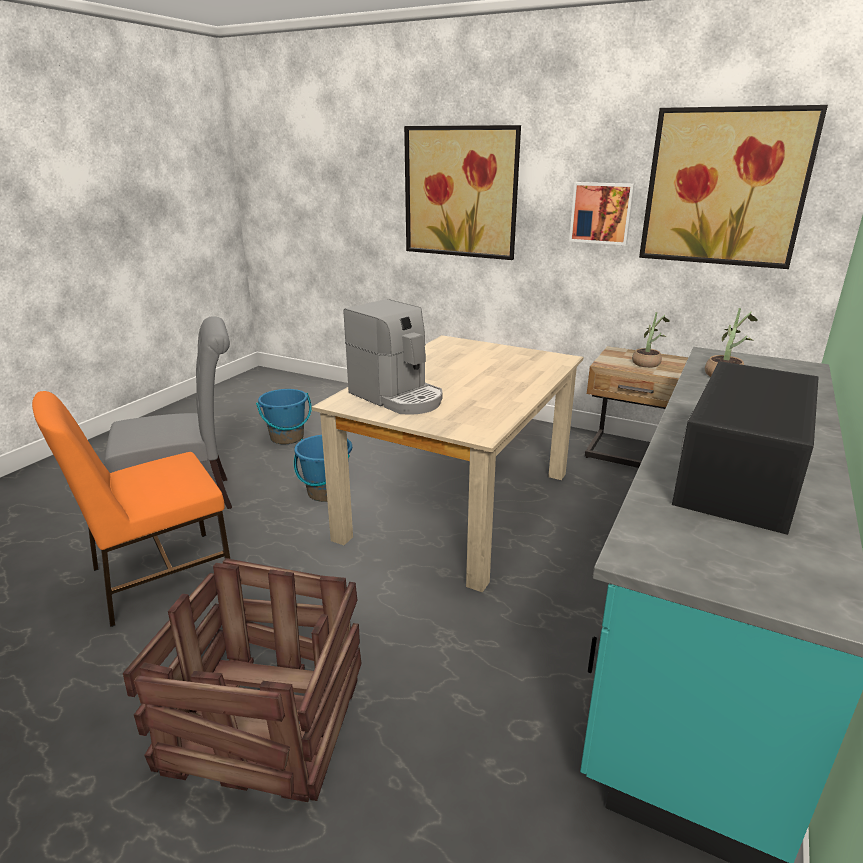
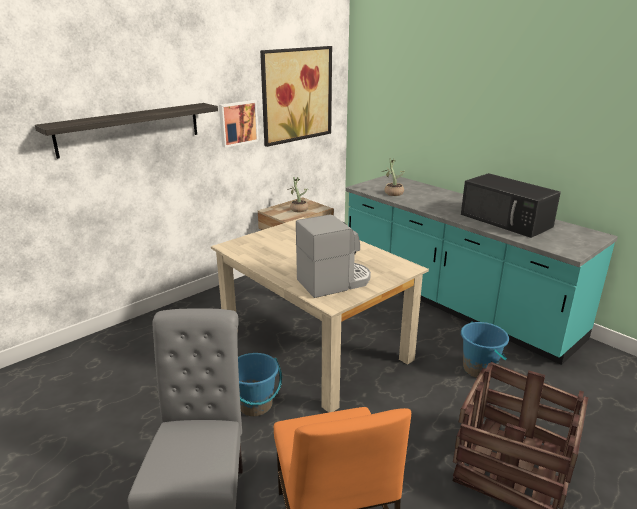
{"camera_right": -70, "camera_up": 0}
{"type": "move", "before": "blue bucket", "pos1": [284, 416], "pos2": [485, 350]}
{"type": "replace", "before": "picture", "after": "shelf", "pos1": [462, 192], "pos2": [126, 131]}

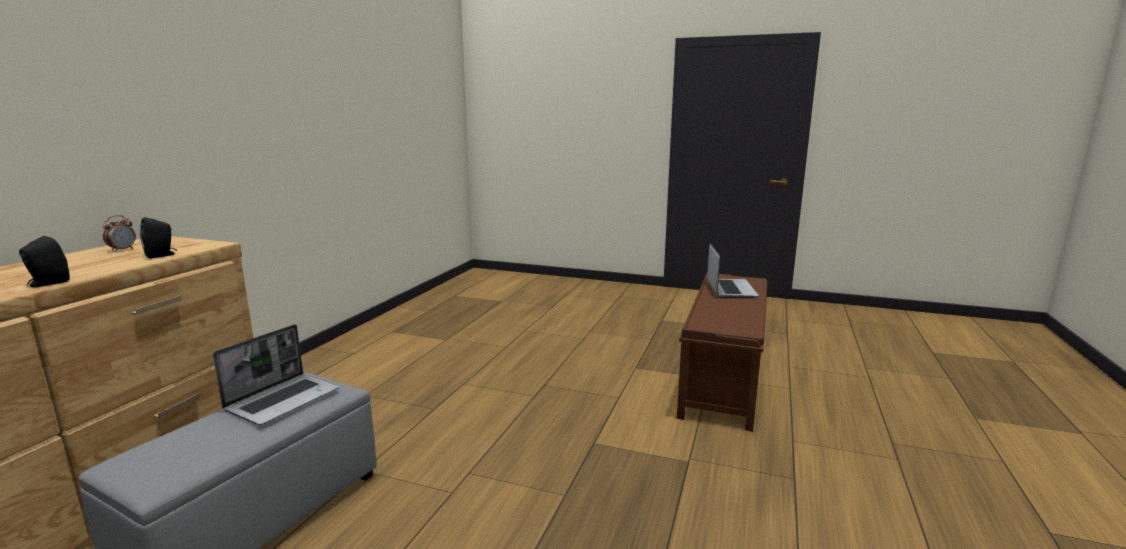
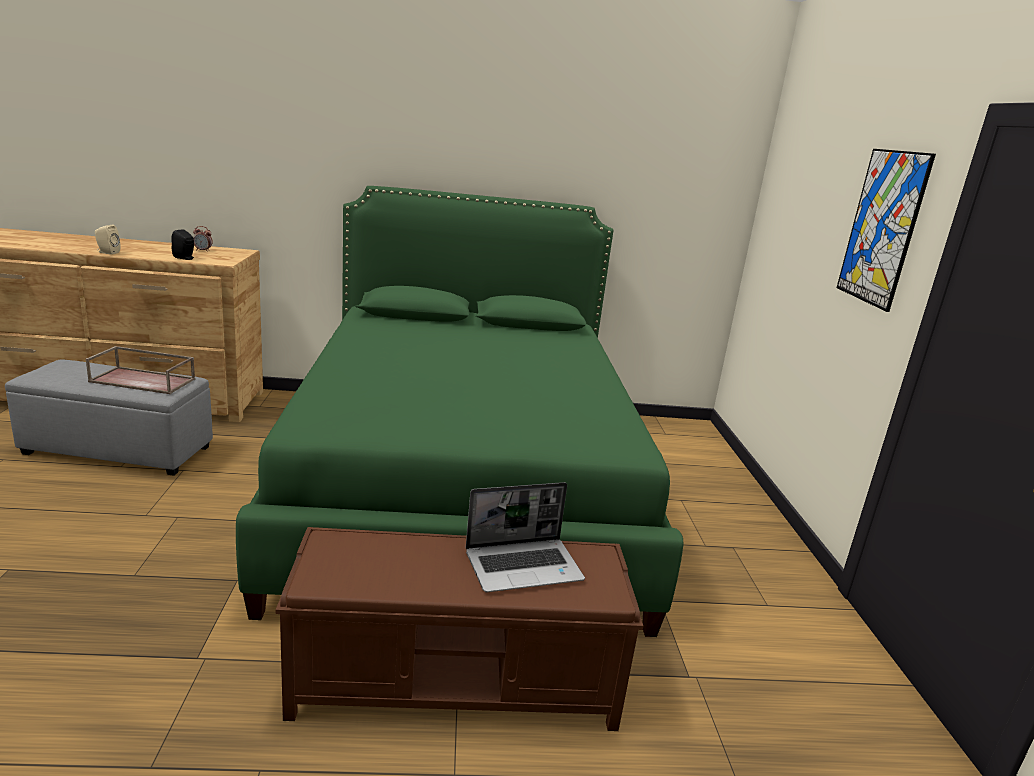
{"camera_right": 65, "camera_up": 5}
{"type": "insert", "after": "green bed", "pos2": [459, 411]}
{"type": "insert", "after": "picture", "pos2": [886, 230]}
{"type": "replace", "before": "laptop", "after": "brown tray", "pos1": [276, 374], "pos2": [140, 370]}
{"type": "recolor", "before": "black speaker", "after": "beige speaker", "pos1": [44, 261], "pos2": [107, 239]}

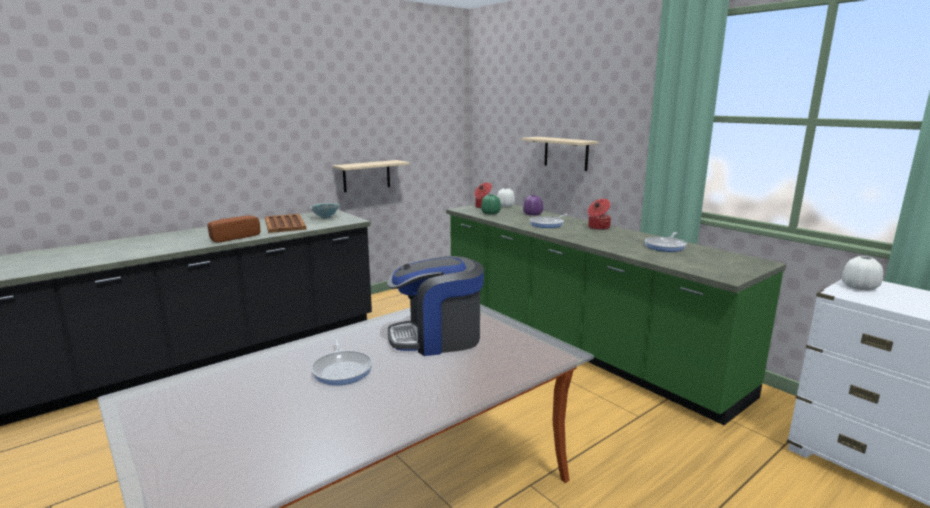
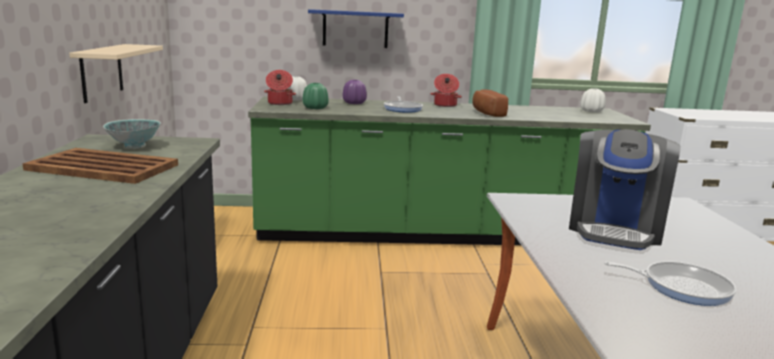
{"camera_right": -55, "camera_up": 0}
{"type": "delete", "before": "frying pan", "pos1": [666, 242]}
{"type": "move", "before": "bread", "pos1": [233, 229], "pos2": [490, 103]}
{"type": "move", "before": "white vase", "pos1": [862, 273], "pos2": [593, 100]}
{"type": "recolor", "before": "beige shelf", "after": "blue shelf", "pos1": [560, 154], "pos2": [356, 28]}

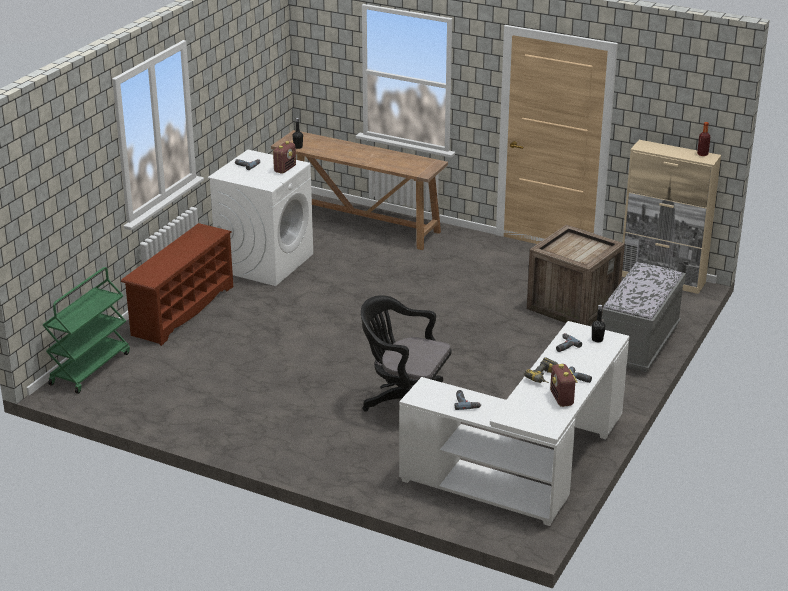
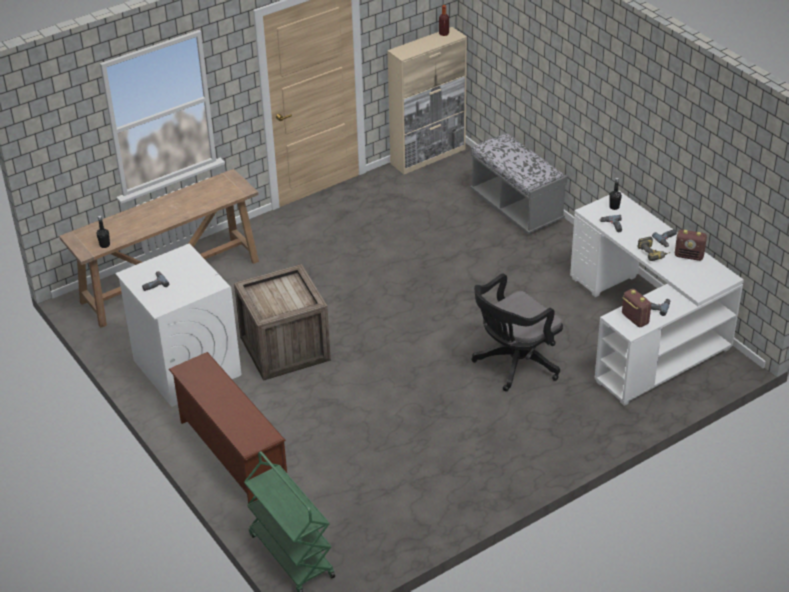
{"camera_right": -60, "camera_up": 10}
{"type": "move", "before": "radio", "pos1": [284, 157], "pos2": [636, 308]}
{"type": "move", "before": "crate", "pos1": [576, 275], "pos2": [282, 322]}

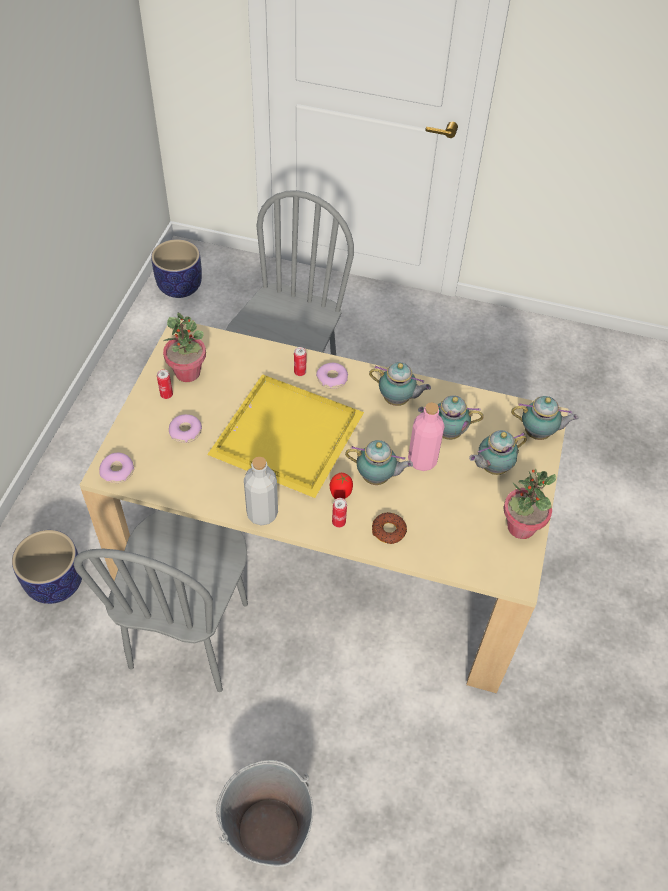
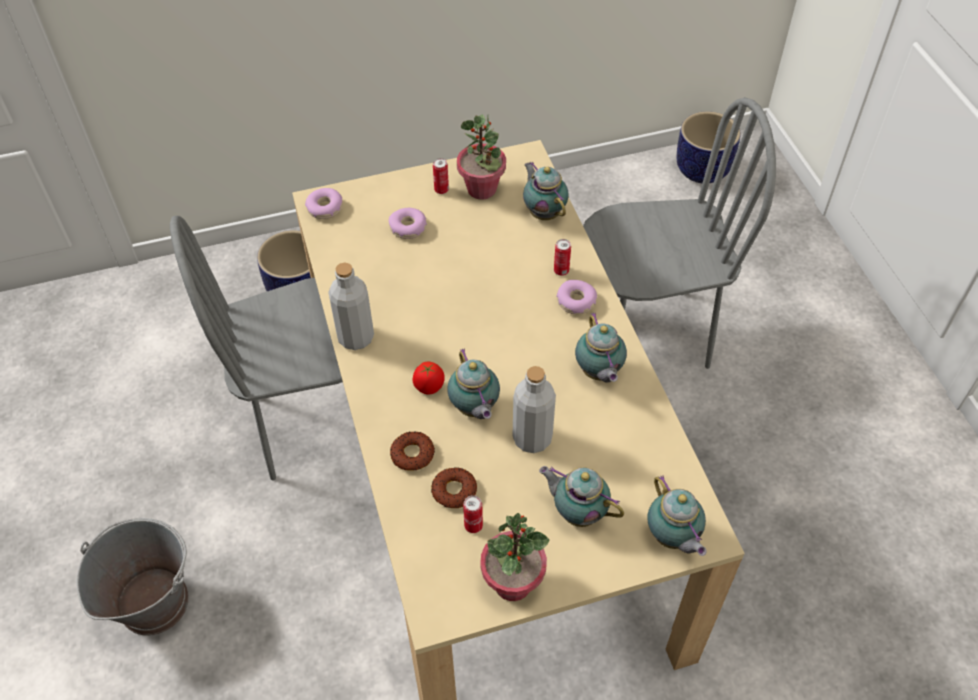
{"camera_right": 60, "camera_up": 0}
{"type": "delete", "before": "yellow tray", "pos1": [285, 436]}
{"type": "insert", "after": "donut", "pos2": [454, 487]}
{"type": "move", "before": "can", "pos1": [339, 513], "pos2": [473, 514]}
{"type": "move", "before": "teapot", "pos1": [451, 417], "pos2": [546, 190]}
{"type": "recolor", "before": "pink bottle", "after": "grey bottle", "pos1": [426, 436], "pos2": [534, 409]}

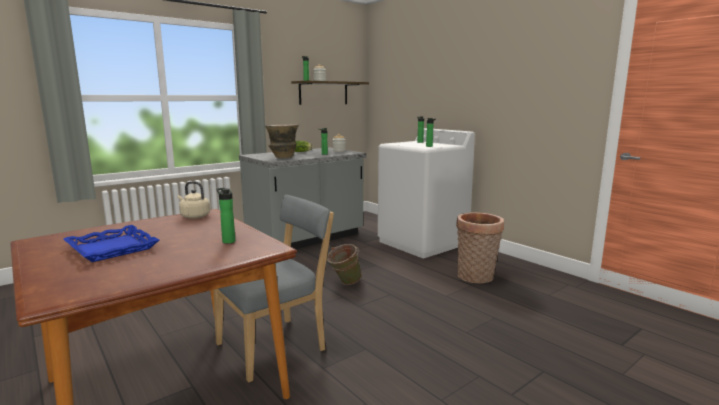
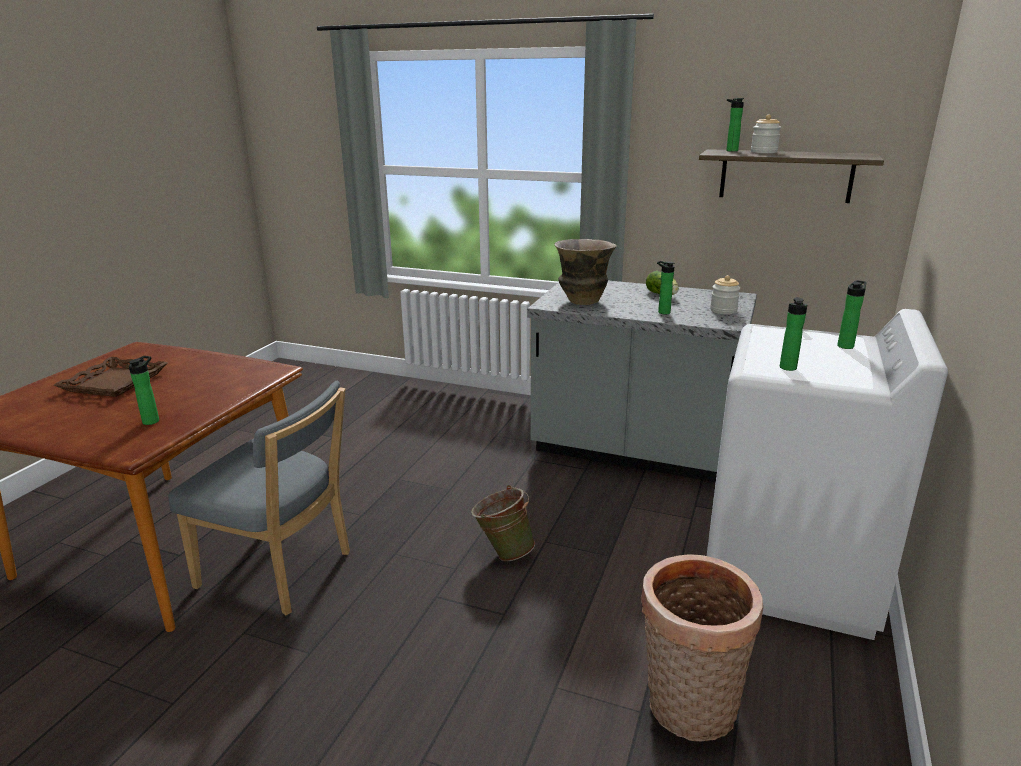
{"camera_right": 60, "camera_up": 10}
{"type": "delete", "before": "beige kettle", "pos1": [194, 200]}
{"type": "recolor", "before": "blue tray", "after": "brown tray", "pos1": [111, 243], "pos2": [110, 377]}

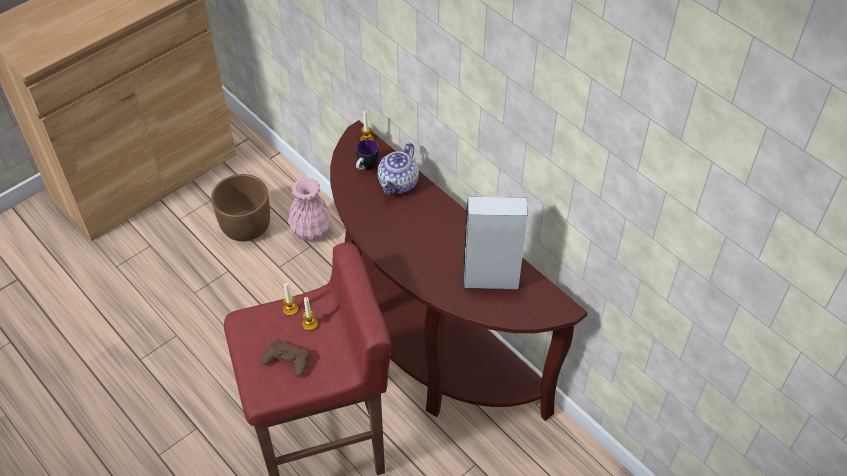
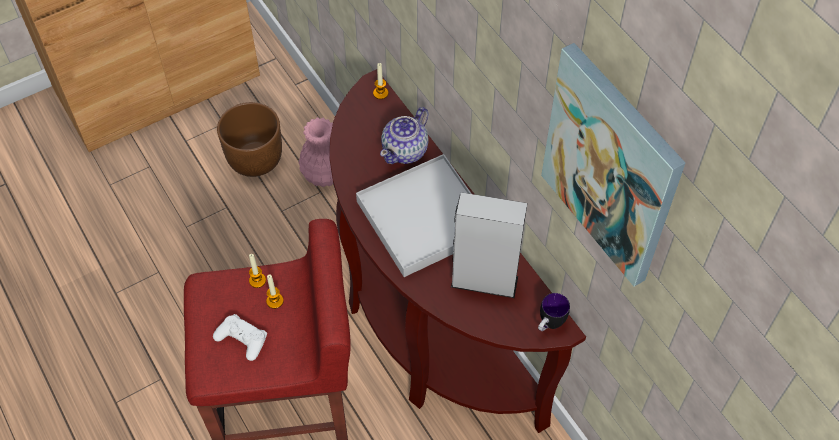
{"camera_right": 10, "camera_up": 5}
{"type": "insert", "after": "white tray", "pos2": [414, 215]}
{"type": "insert", "after": "picture", "pos2": [613, 165]}
{"type": "move", "before": "mug", "pos1": [367, 154], "pos2": [554, 312]}
{"type": "recolor", "before": "brown game controller", "after": "white game controller", "pos1": [285, 358], "pos2": [240, 337]}

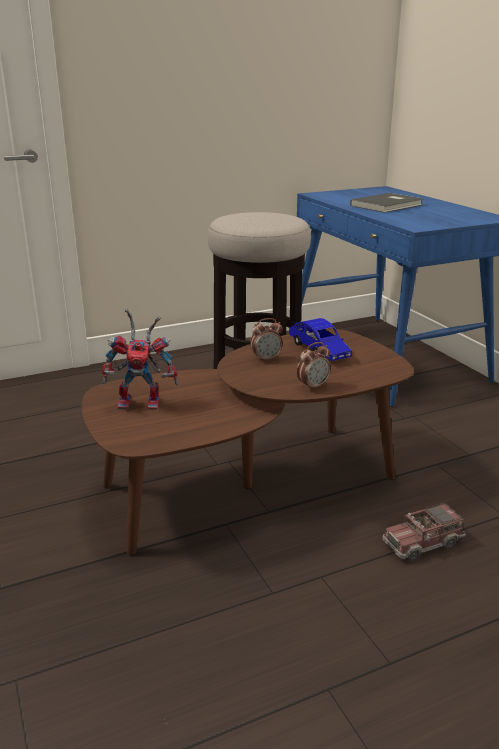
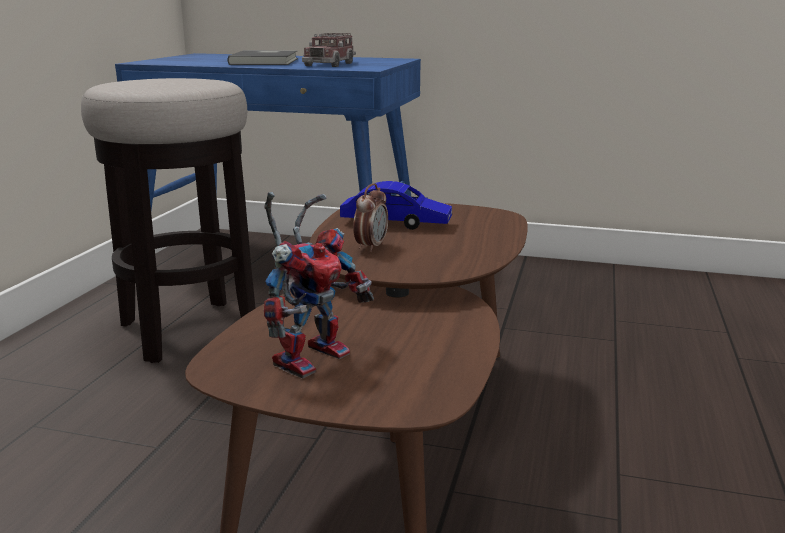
{"camera_right": -50, "camera_up": -5}
{"type": "delete", "before": "alarm clock", "pos1": [314, 366]}
{"type": "move", "before": "toy truck", "pos1": [424, 531], "pos2": [329, 50]}

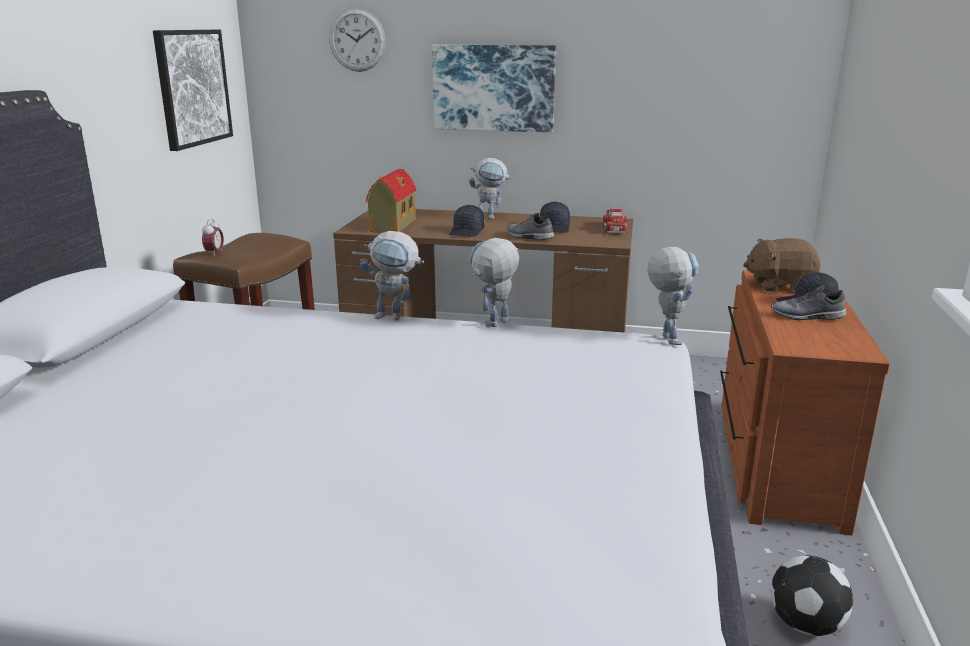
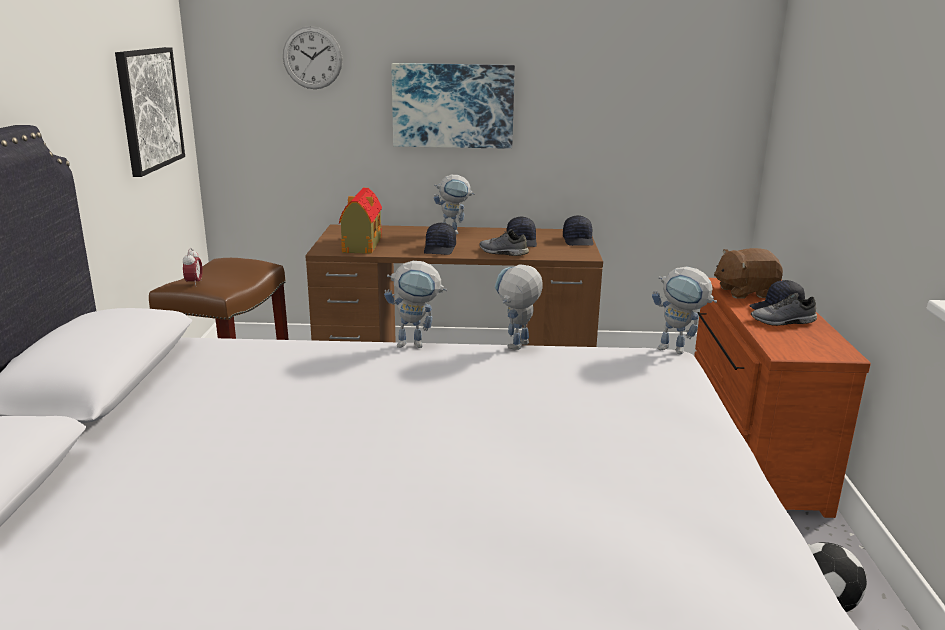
{"camera_right": -10, "camera_up": 0}
{"type": "replace", "before": "toy truck", "after": "black cap", "pos1": [614, 221], "pos2": [578, 230]}
{"type": "rotate", "before": "toy robot", "pos1": [673, 296], "pos2": [684, 310], "turn": 135}

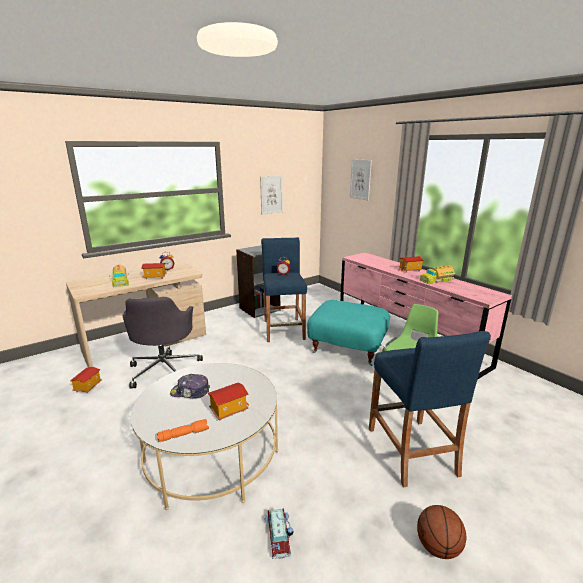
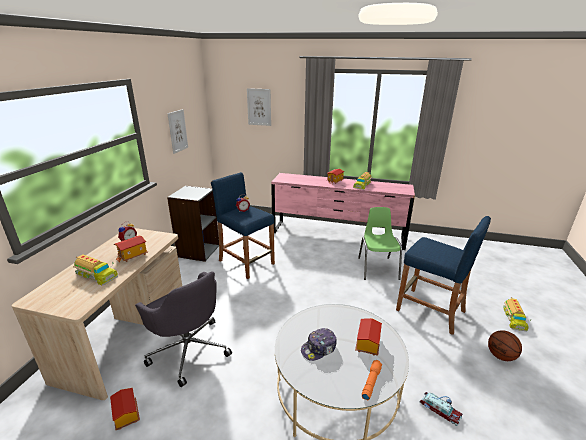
{"camera_right": -40, "camera_up": 5}
{"type": "delete", "before": "turquoise ottoman", "pos1": [348, 333]}
{"type": "insert", "after": "toy truck", "pos2": [517, 314]}

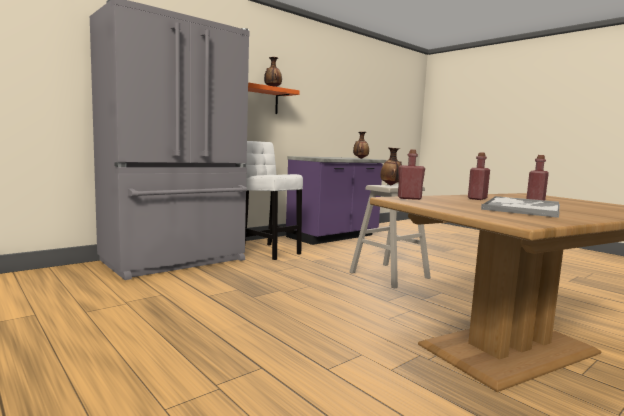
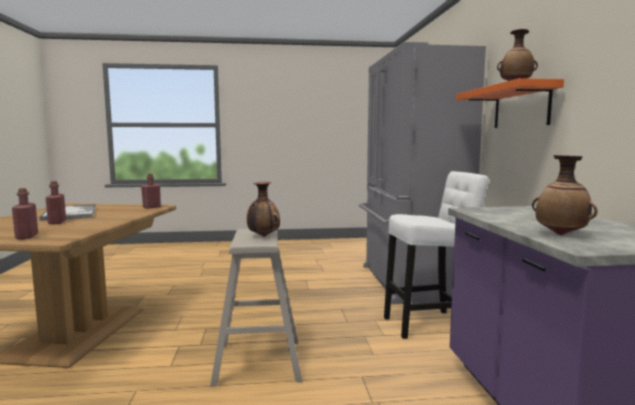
{"camera_right": 125, "camera_up": 0}
{"type": "move", "before": "red bottle", "pos1": [479, 176], "pos2": [25, 213]}

